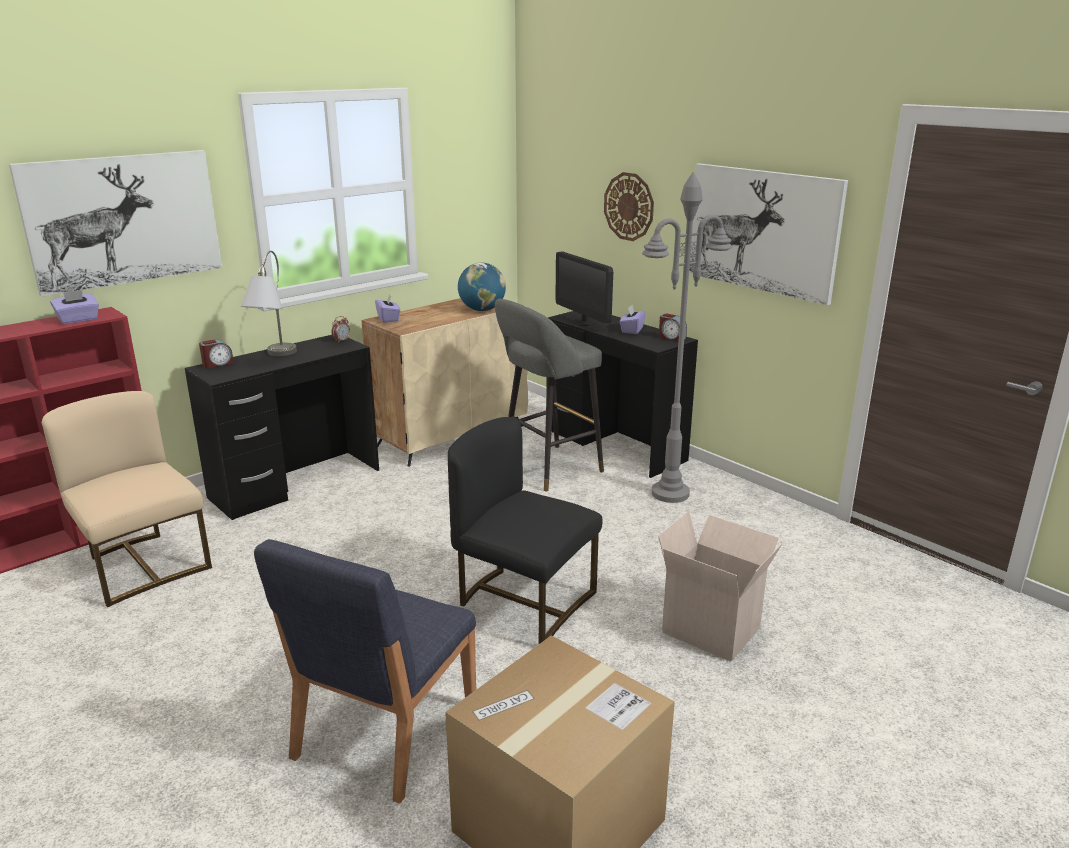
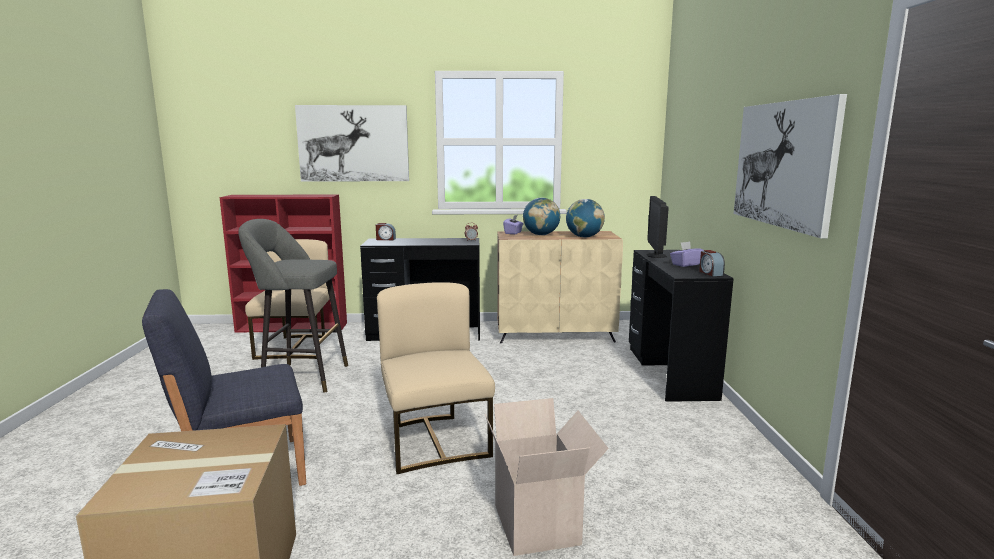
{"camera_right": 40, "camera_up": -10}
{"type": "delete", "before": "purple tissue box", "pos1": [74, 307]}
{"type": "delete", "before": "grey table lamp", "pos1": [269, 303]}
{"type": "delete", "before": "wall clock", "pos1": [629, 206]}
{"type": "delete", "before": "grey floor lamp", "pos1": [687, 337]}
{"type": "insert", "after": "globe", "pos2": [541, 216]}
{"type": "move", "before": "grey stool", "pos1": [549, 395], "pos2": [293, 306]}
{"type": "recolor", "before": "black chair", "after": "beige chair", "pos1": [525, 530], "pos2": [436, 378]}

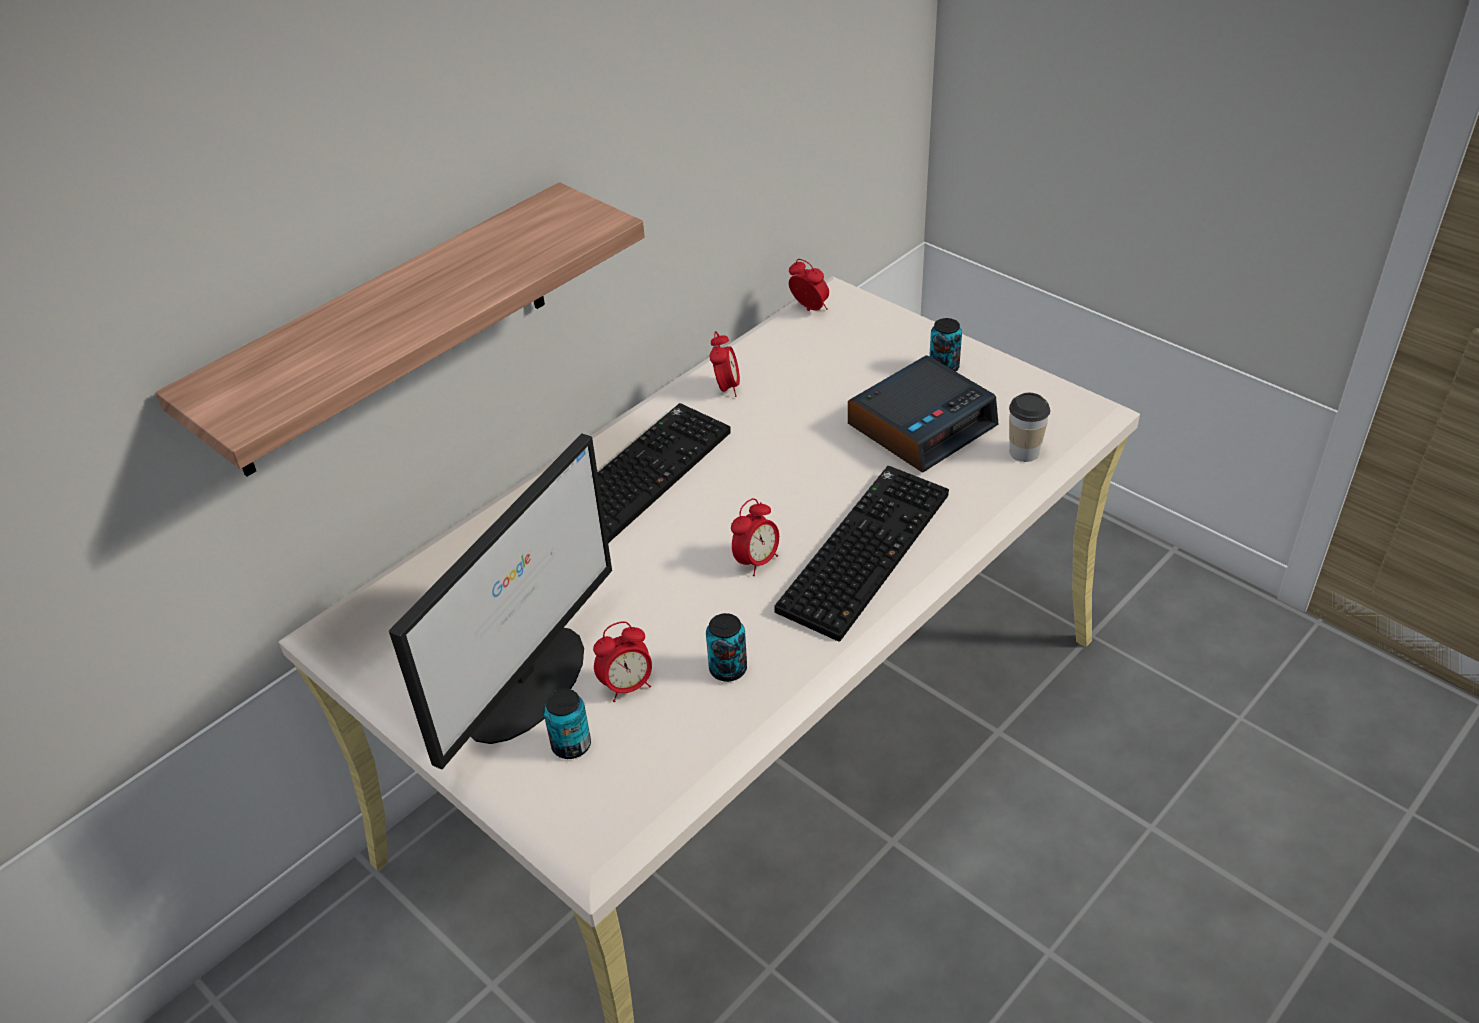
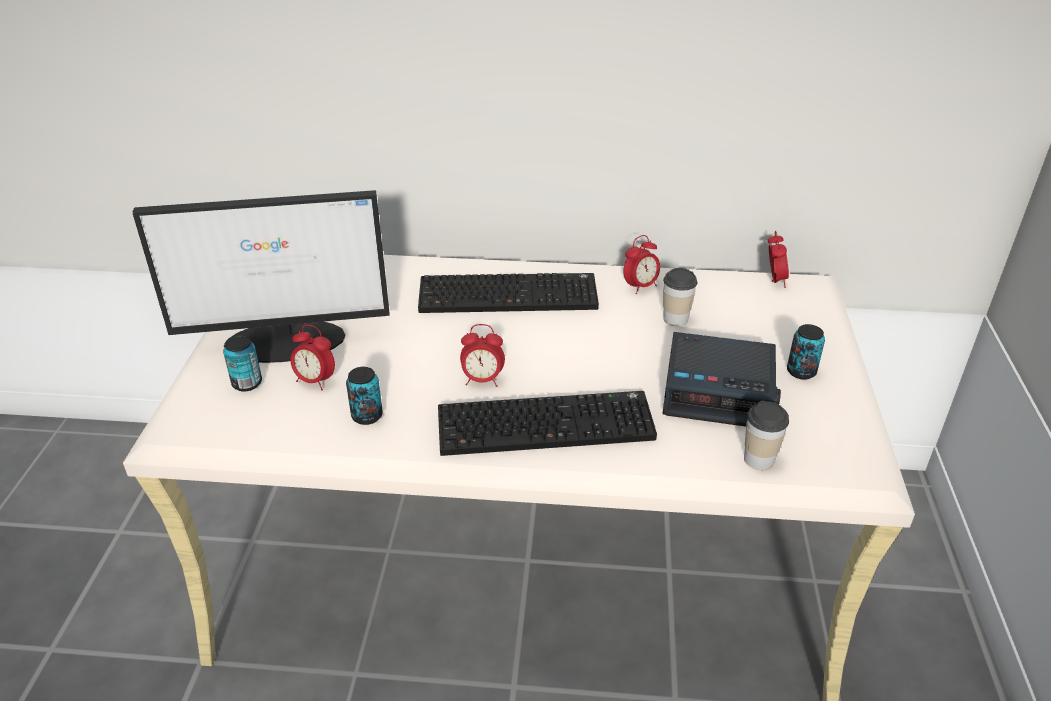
{"camera_right": 50, "camera_up": -5}
{"type": "delete", "before": "shelf", "pos1": [400, 329]}
{"type": "insert", "after": "cup", "pos2": [680, 297]}

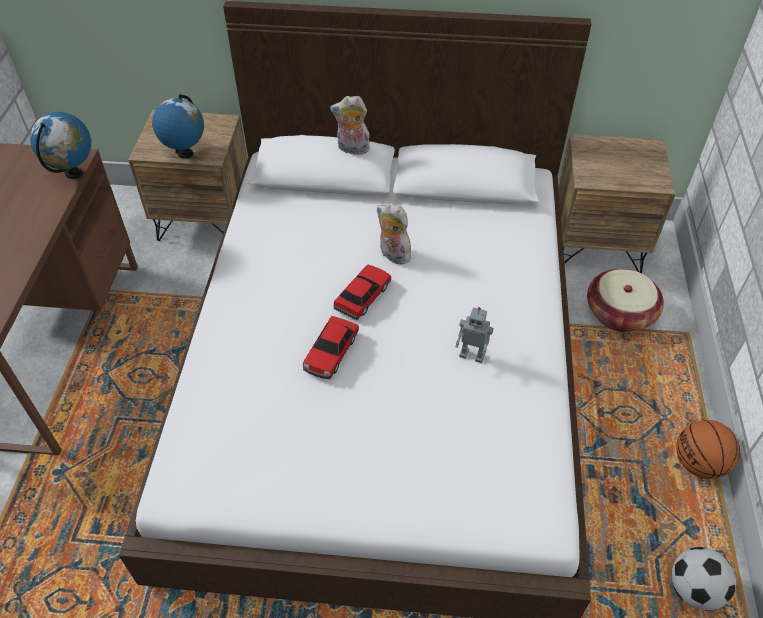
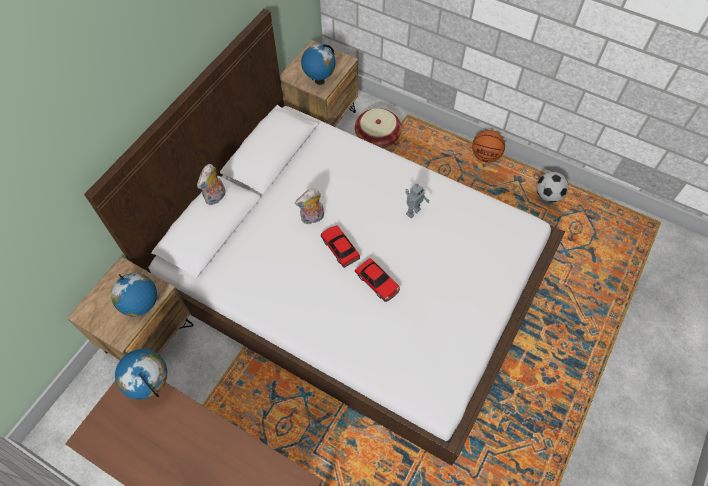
{"camera_right": -65, "camera_up": 10}
{"type": "insert", "after": "globe", "pos2": [318, 64]}

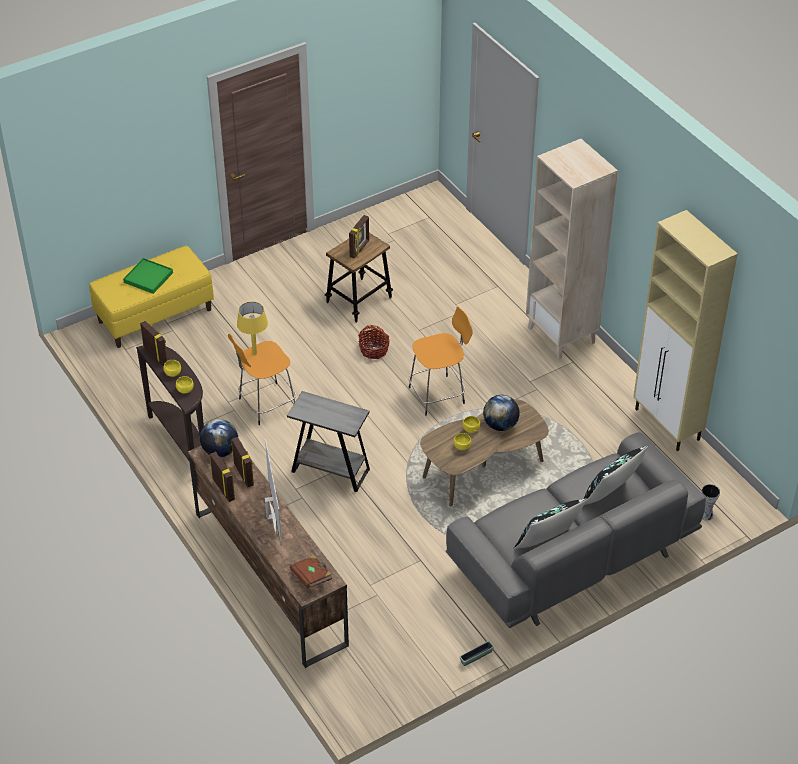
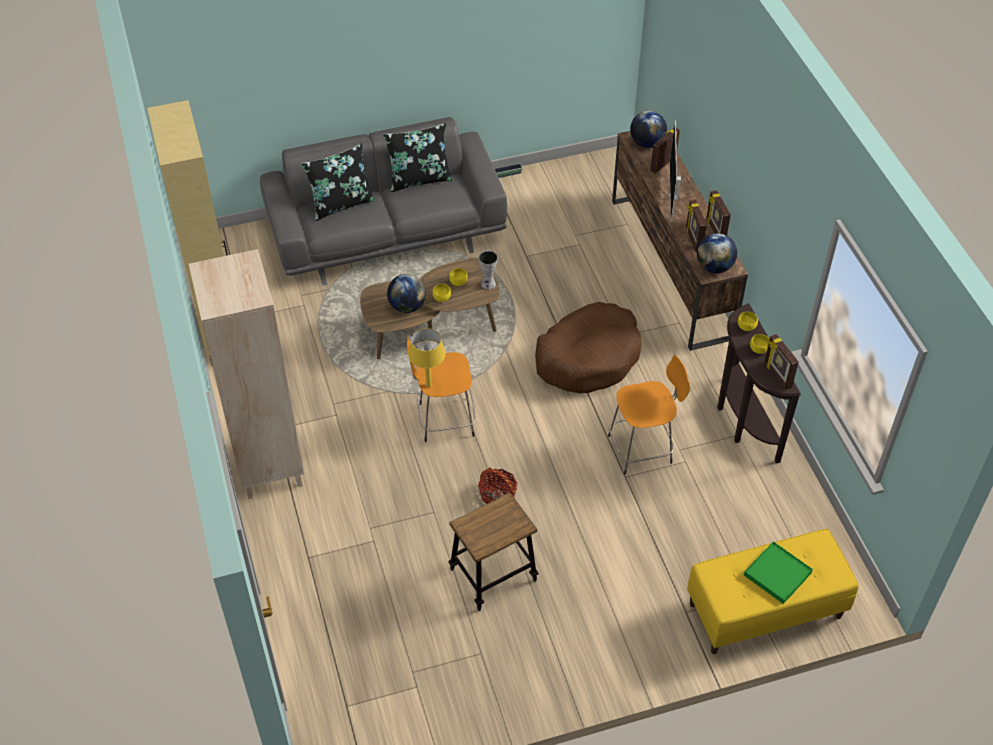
{"camera_right": -165, "camera_up": 5}
{"type": "move", "before": "yellow table lamp", "pos1": [252, 328], "pos2": [427, 357]}
{"type": "move", "before": "picture frame", "pos1": [359, 237], "pos2": [665, 151]}
{"type": "move", "before": "vase", "pos1": [711, 502], "pos2": [488, 270]}
{"type": "replace", "before": "grey side table", "after": "brown dog bed", "pos1": [328, 441], "pos2": [588, 347]}
{"type": "replace", "before": "brown book", "after": "globe", "pos1": [311, 572], "pos2": [648, 129]}

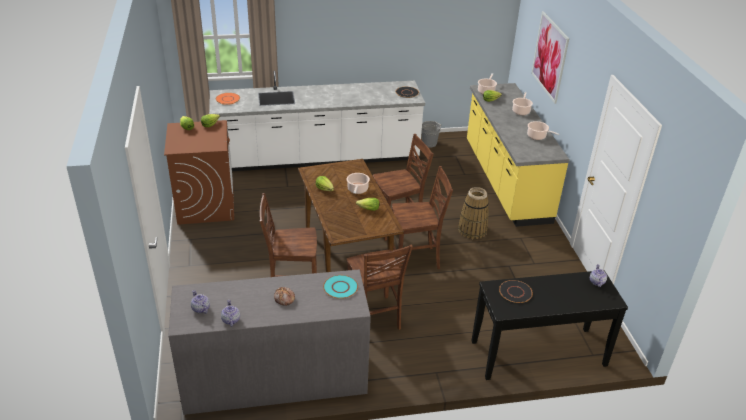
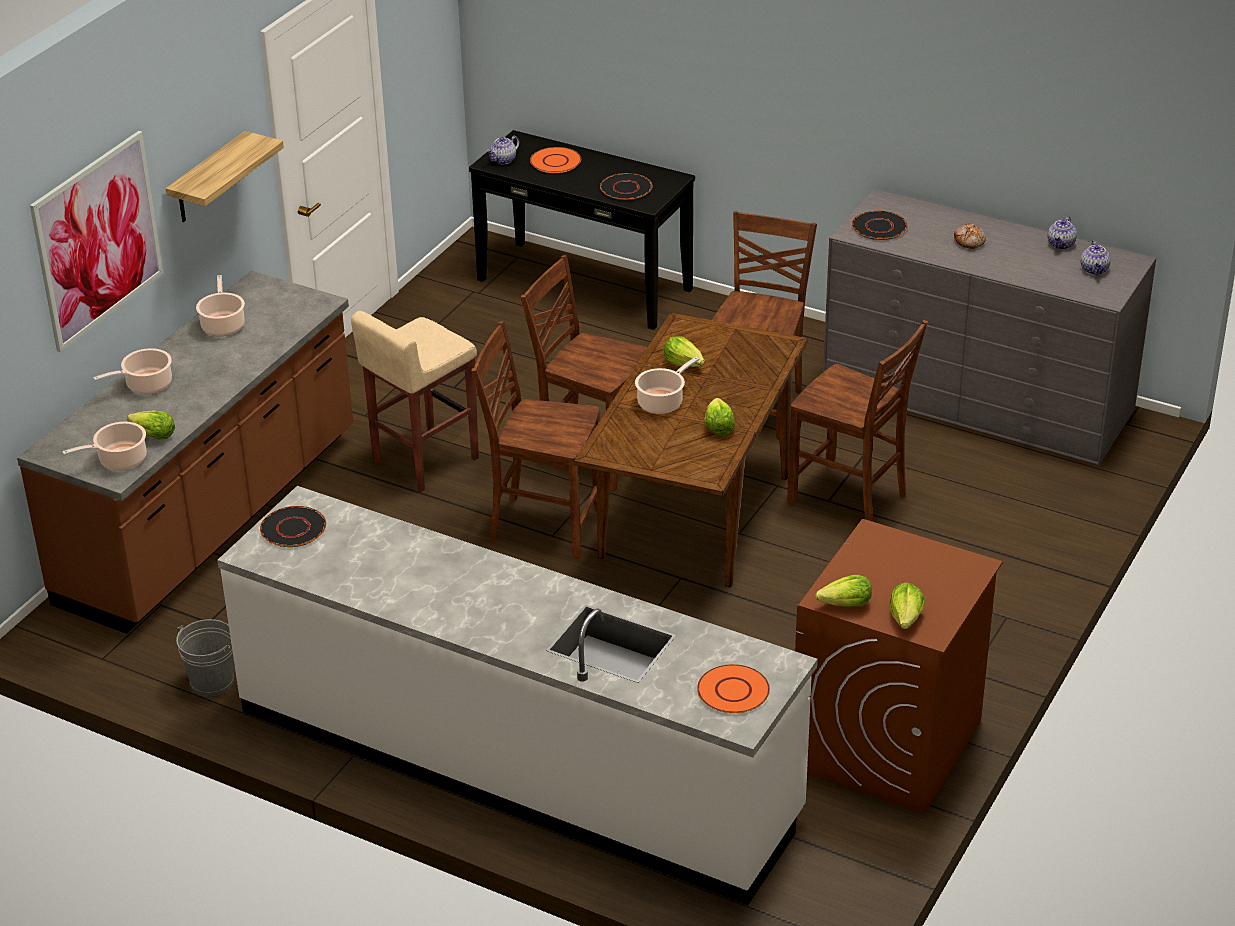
{"camera_right": -140, "camera_up": 0}
{"type": "insert", "after": "shelf", "pos2": [225, 176]}
{"type": "insert", "after": "orange plate", "pos2": [555, 160]}
{"type": "replace", "before": "basket", "after": "beige stool", "pos1": [473, 213], "pos2": [415, 401]}
{"type": "recolor", "before": "turquoise plate", "after": "black plate", "pos1": [340, 287], "pos2": [880, 225]}
{"type": "recolor", "before": "yellow counter", "after": "brown counter", "pos1": [518, 155], "pos2": [185, 452]}

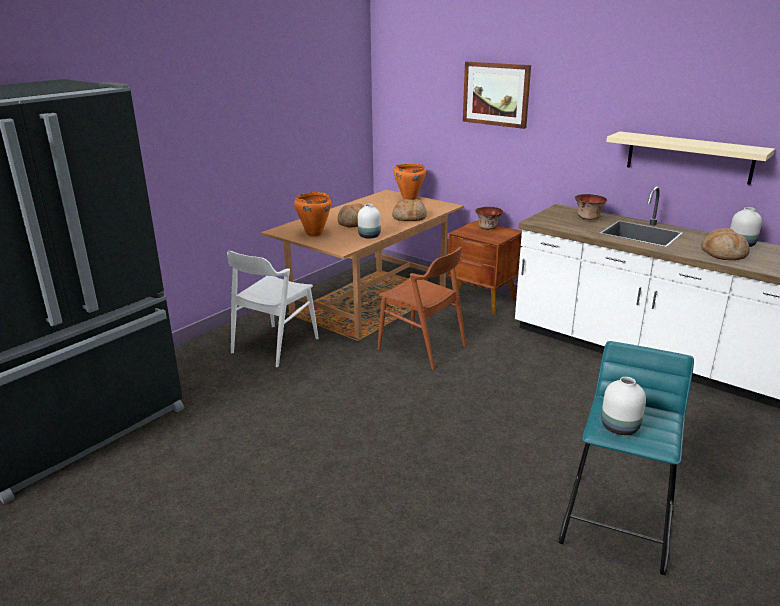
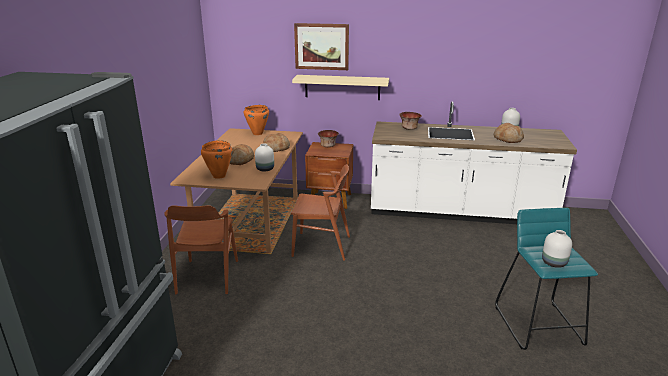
{"camera_right": -30, "camera_up": 0}
{"type": "move", "before": "beige shelf", "pos1": [690, 158], "pos2": [340, 87]}
{"type": "recolor", "before": "white chair", "after": "brown chair", "pos1": [273, 309], "pos2": [201, 249]}

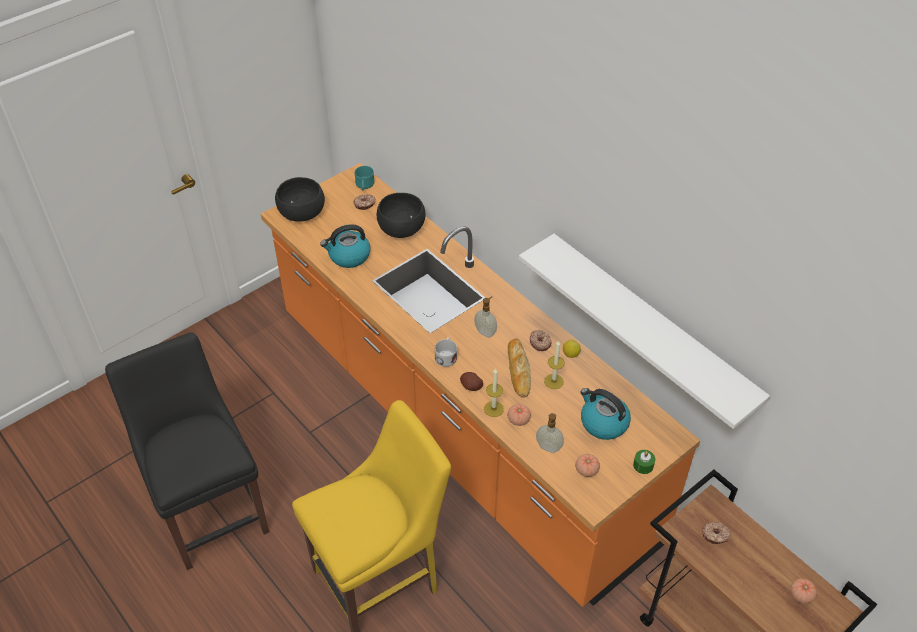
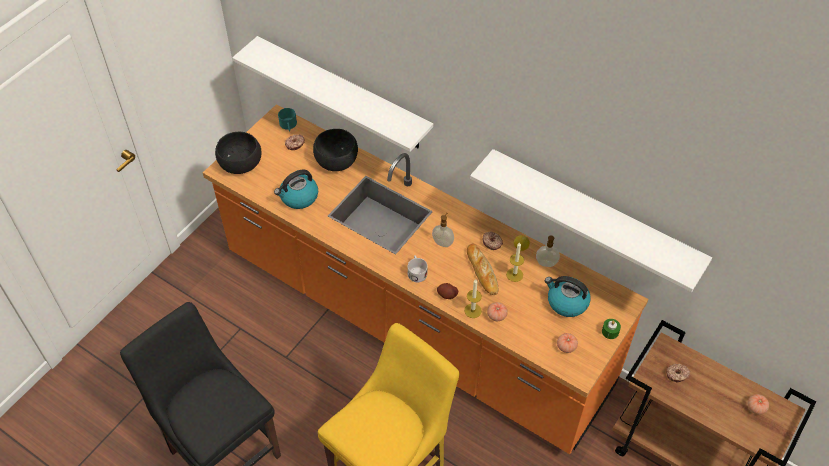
{"camera_right": -15, "camera_up": 5}
{"type": "insert", "after": "white shelf", "pos2": [332, 94]}
{"type": "move", "before": "soap dispenser", "pos1": [550, 433], "pos2": [548, 251]}

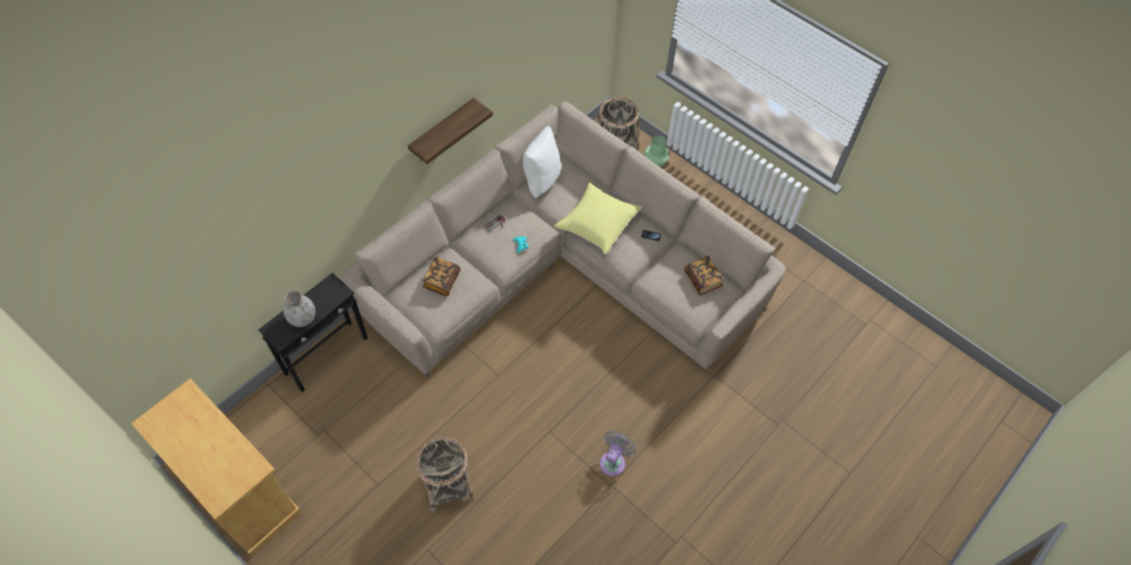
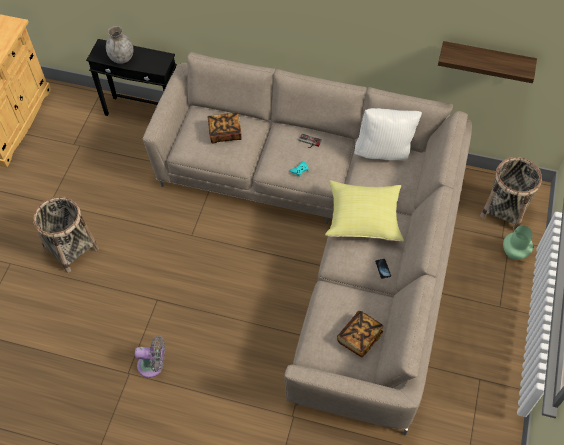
{"camera_right": 65, "camera_up": 0}
{"type": "move", "before": "shelf", "pos1": [450, 131], "pos2": [487, 62]}

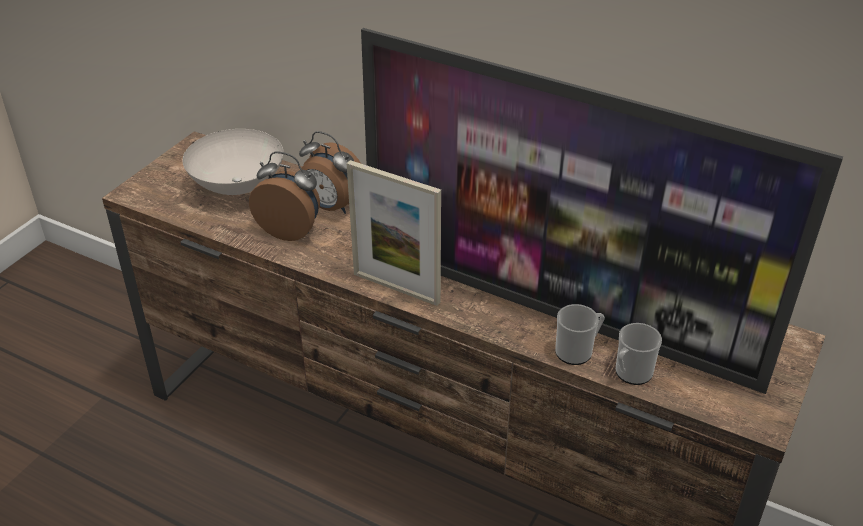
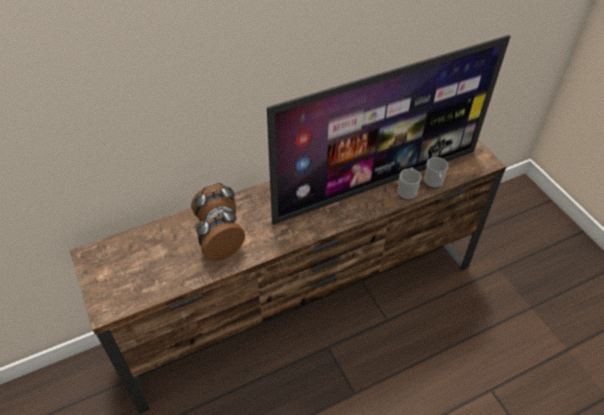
{"camera_right": -55, "camera_up": 10}
{"type": "delete", "before": "white bowl", "pos1": [233, 162]}
{"type": "delete", "before": "picture frame", "pos1": [393, 233]}

